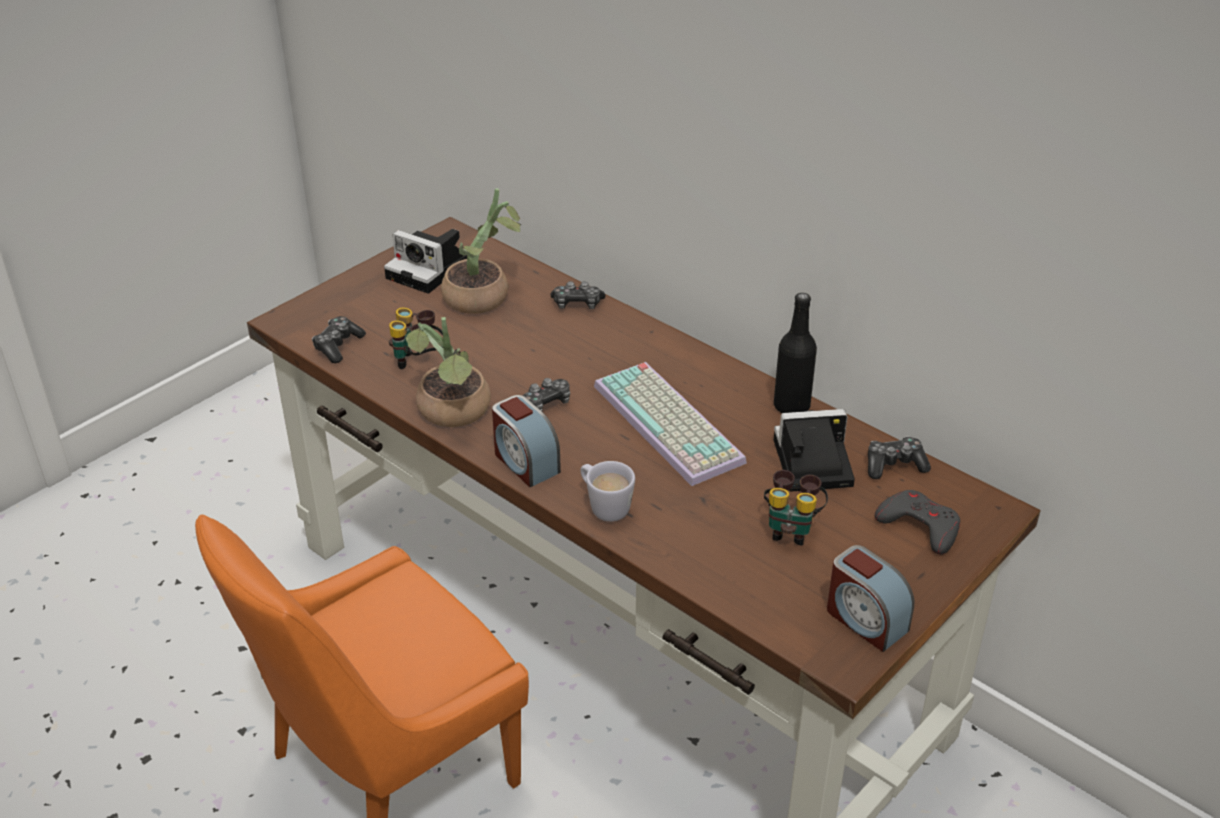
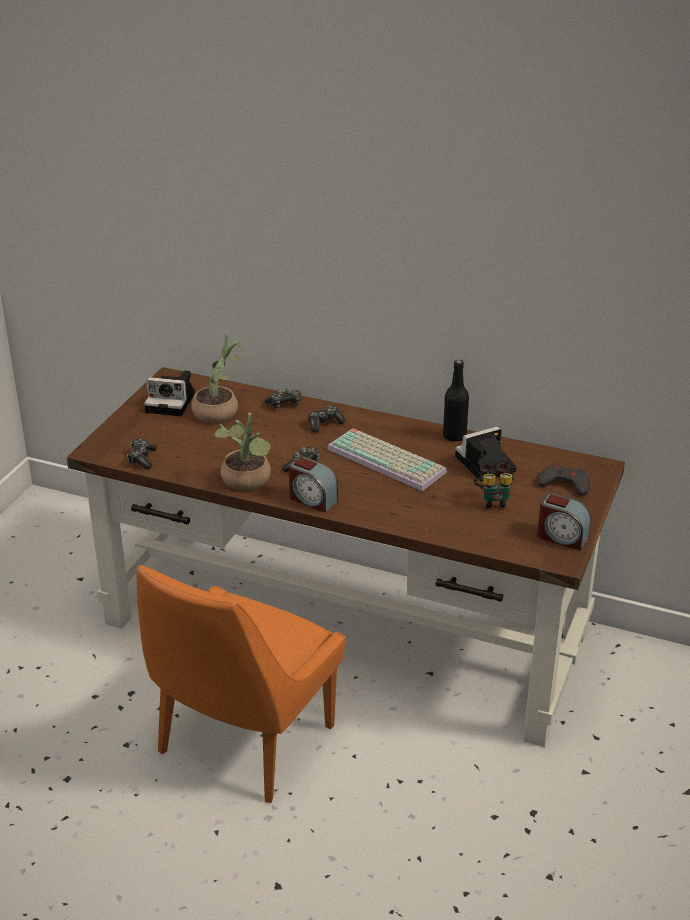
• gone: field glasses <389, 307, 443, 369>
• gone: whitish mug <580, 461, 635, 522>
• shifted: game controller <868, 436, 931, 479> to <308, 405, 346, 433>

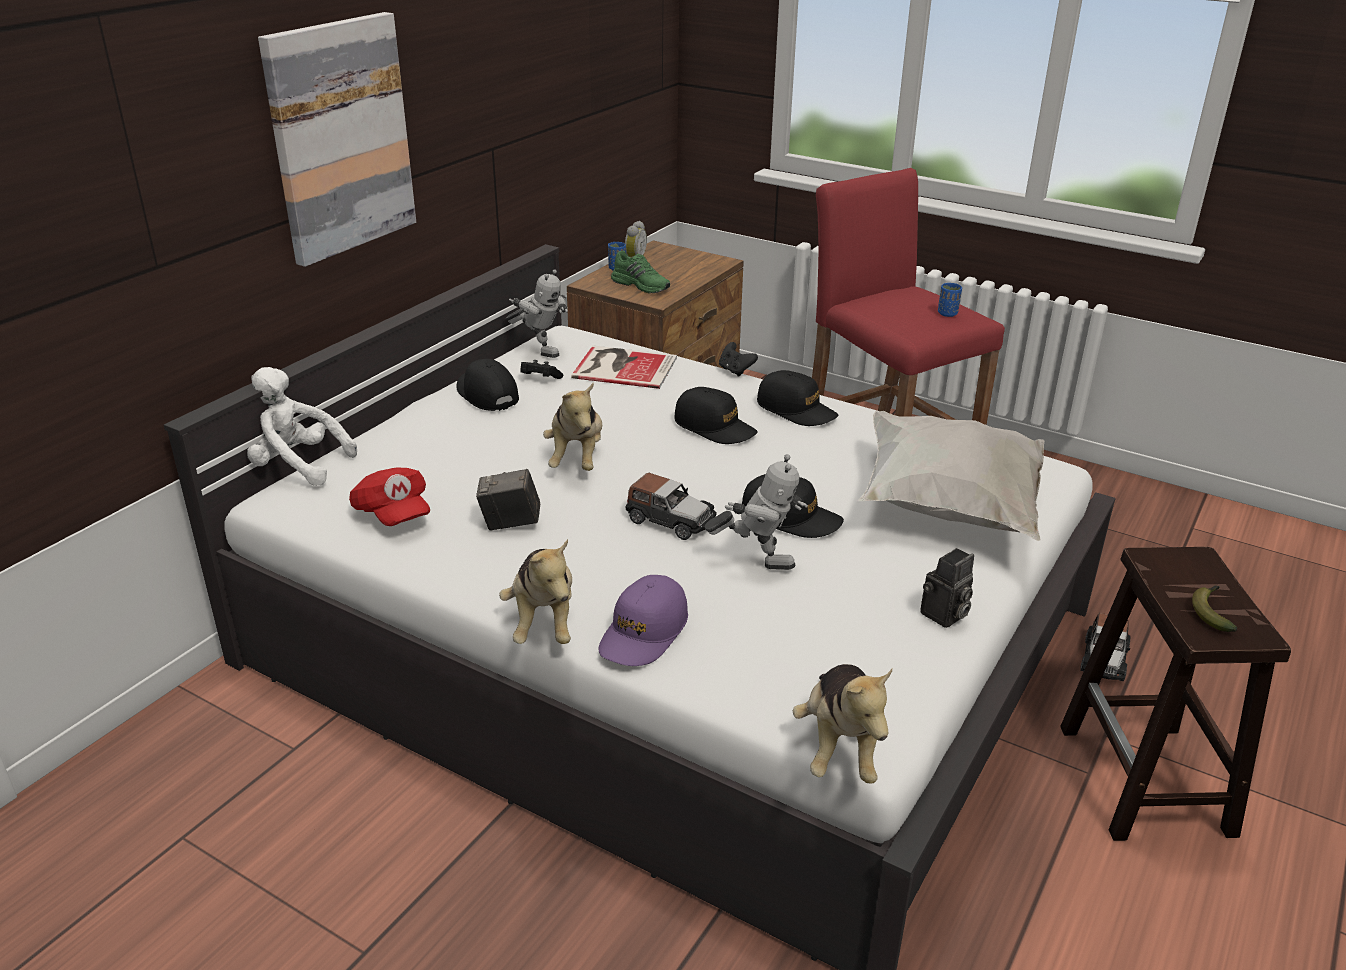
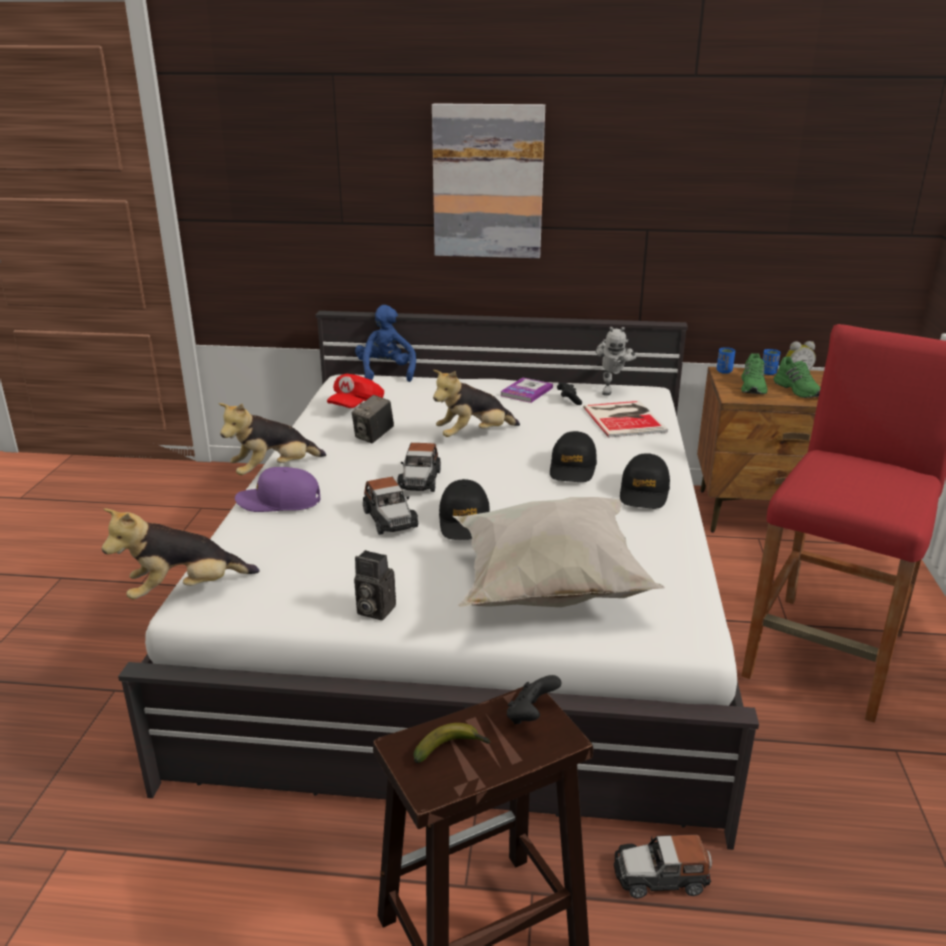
• repainted: whitish cuddly toy <247, 367, 357, 486> to blue-coloured cuddly toy <355, 305, 416, 382>
• swapped: black-coloured baseball cap <456, 359, 519, 411> to book <500, 377, 553, 403>
• rotated: photo camera <476, 469, 540, 531> = <352, 395, 394, 443> 120 degrees counterclockwise
• swapped: model robot <705, 454, 808, 570> to toy car <363, 477, 419, 535>
• shifted: black-coloured game controller <719, 342, 758, 377> to <507, 675, 562, 724>
• shifted: blue-coloured drinking cup <938, 283, 962, 317> to <717, 347, 735, 374>
• new: greenish shoe <774, 356, 821, 398>

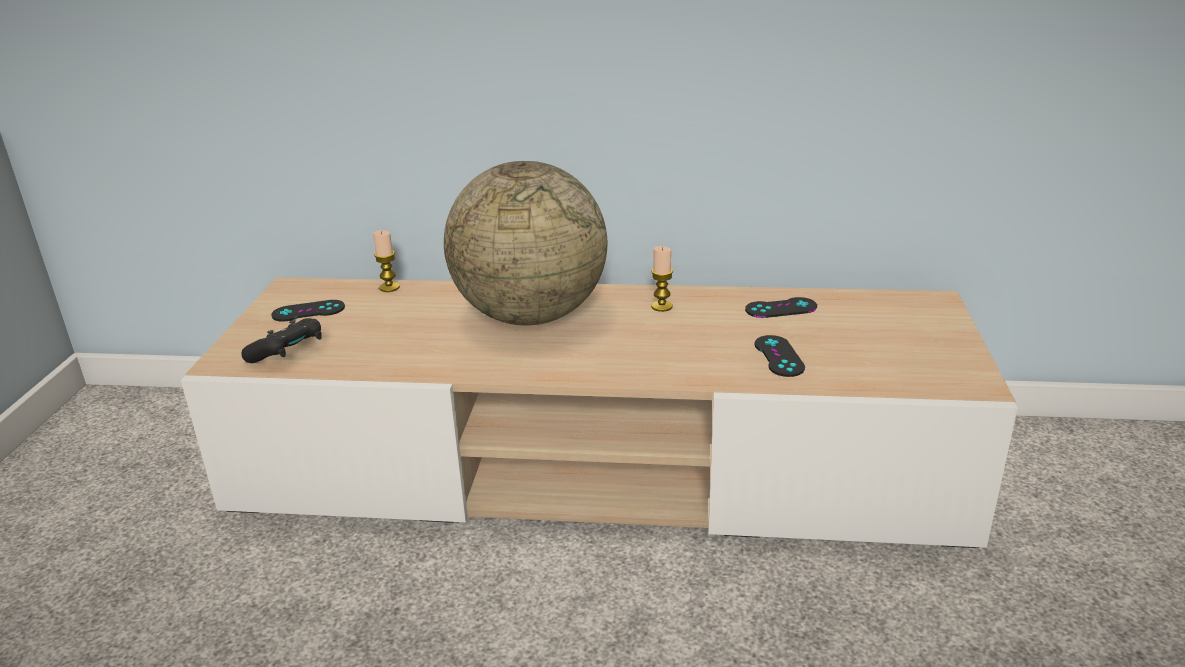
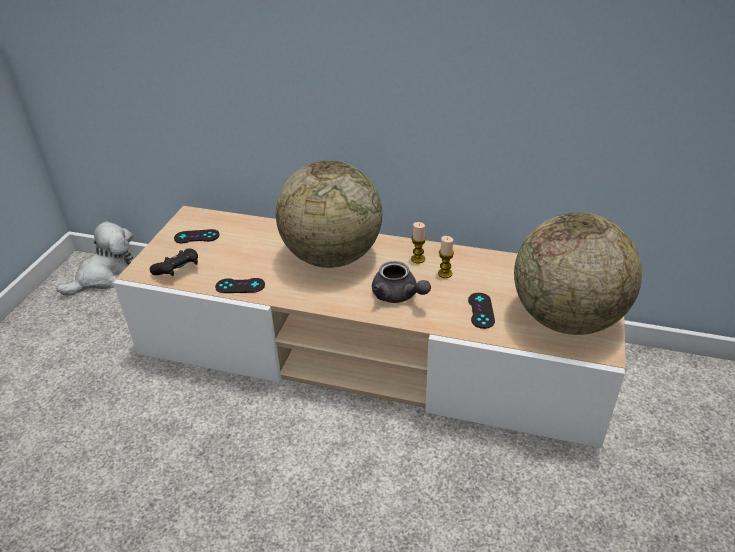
• shifted: wax candle <373, 230, 400, 292> to <438, 236, 454, 278>
• shifted: black-coloured game controller <745, 297, 817, 318> to <215, 278, 265, 293>
• new: cuddly toy <57, 221, 134, 296>
• new: grey pot for tea <372, 261, 431, 303>
• new: desk globe <514, 212, 642, 335>

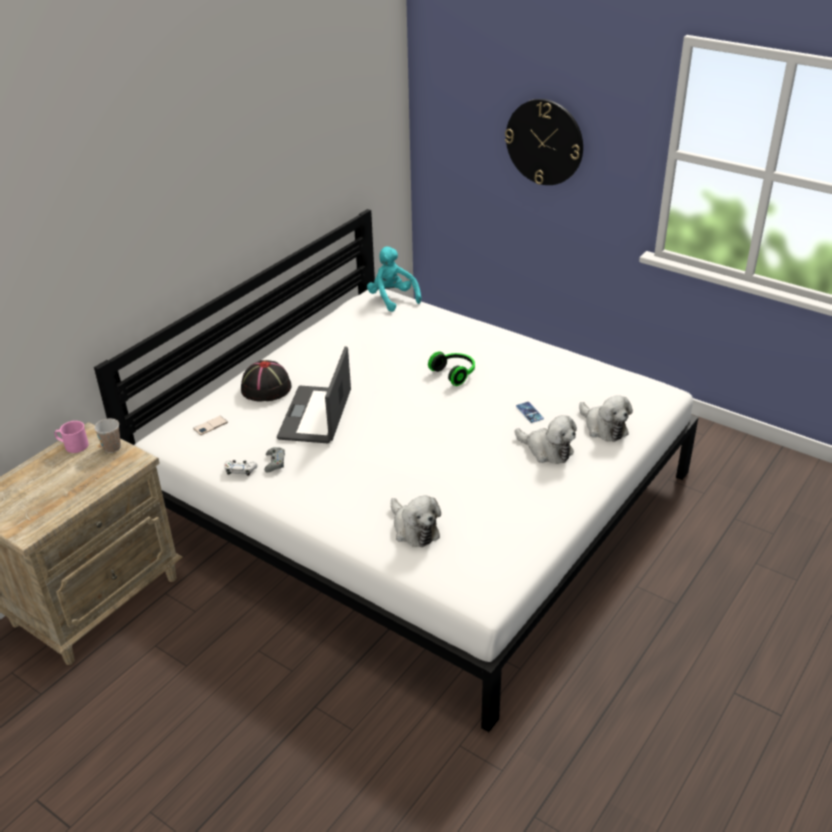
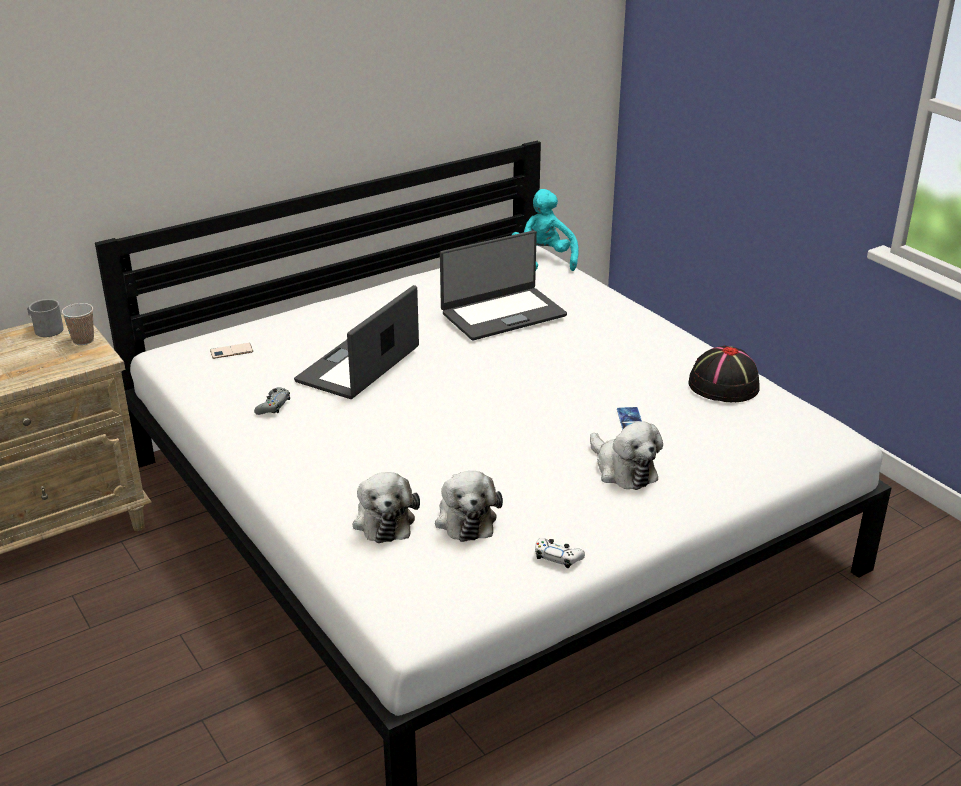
• repainted: pink mug <54, 421, 89, 453> to grey mug <27, 299, 64, 337>
• shifted: whitish game controller <225, 460, 257, 476> to <535, 538, 585, 568>
• shifted: black-coloured hat <241, 360, 292, 402> to <688, 345, 760, 402>
• gone: headphones <428, 351, 475, 386>
• gone: clock on the wall <505, 99, 583, 185>
• shifted: cuddly toy <579, 395, 633, 442> to <435, 471, 503, 542>
• new: notebook computer <440, 230, 567, 340>

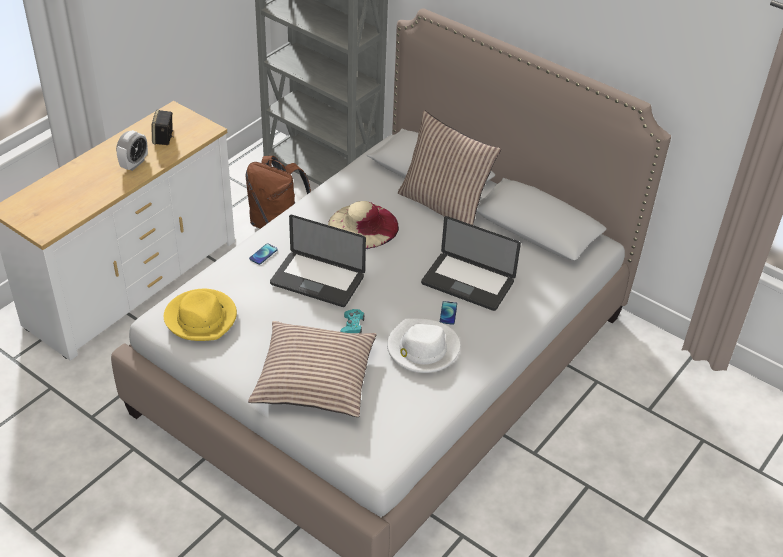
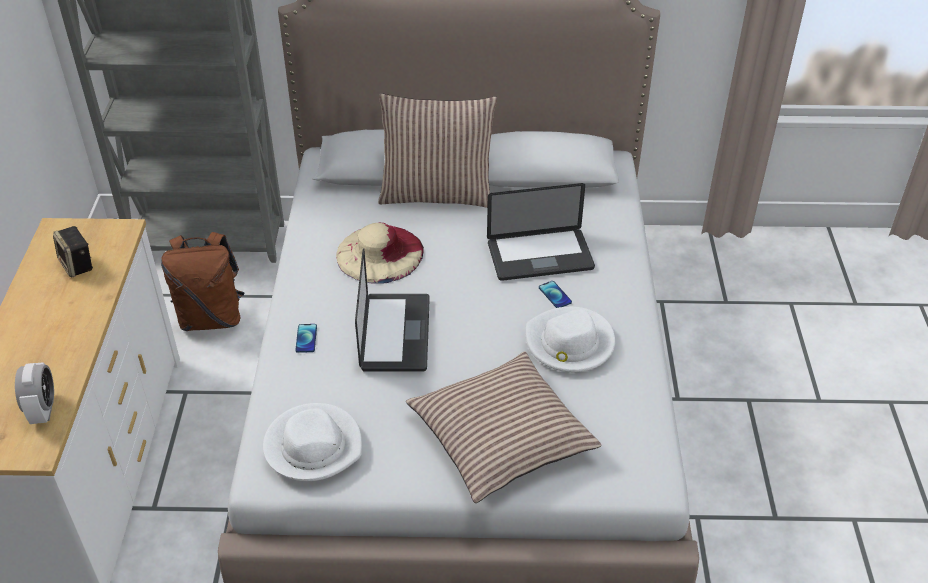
• shifted: bedside clock <116, 130, 148, 171> to <15, 362, 54, 424>
• repainted: yellowish hat <164, 289, 237, 341> to whitish hat <263, 403, 362, 481>
• rotated: notebook computer <270, 215, 366, 307> = <355, 248, 430, 372> 75 degrees counterclockwise
• gone: turquoise game controller <341, 309, 364, 333>

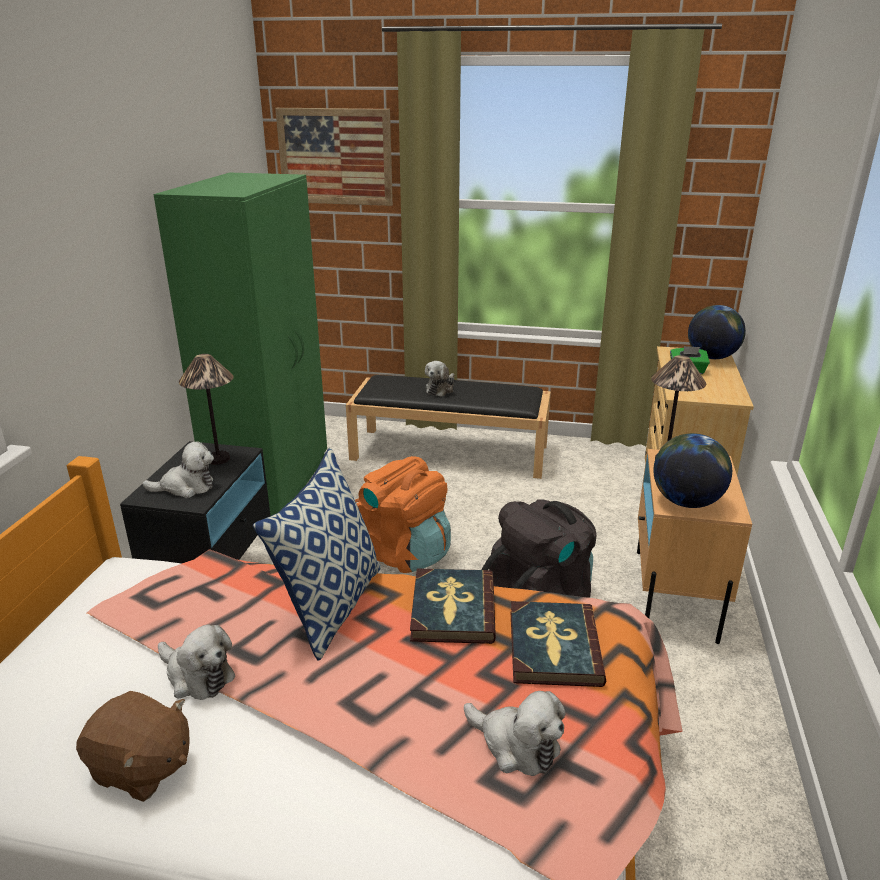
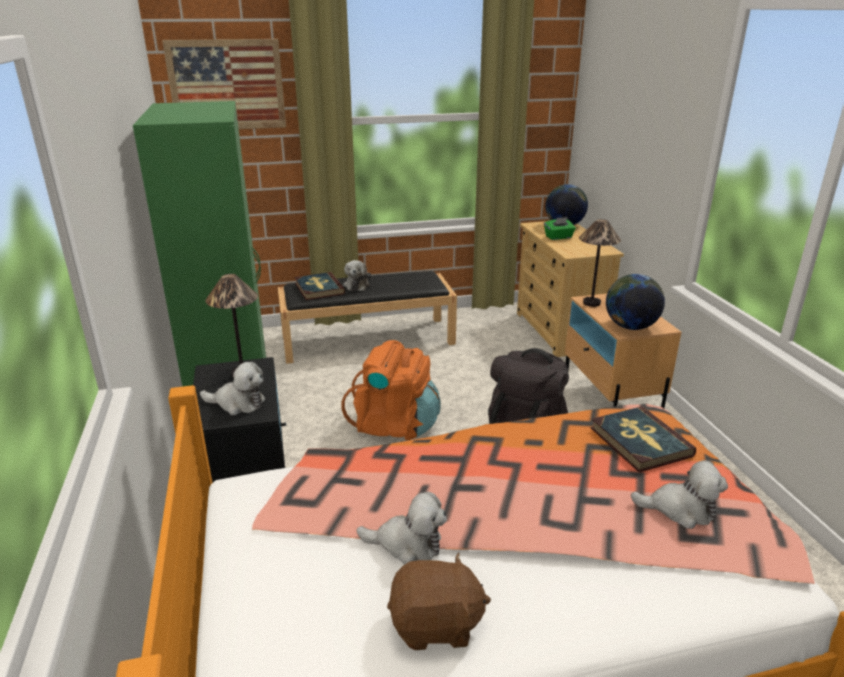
• rotated: cuddly toy <142, 441, 214, 498> = <200, 362, 265, 415> 45 degrees clockwise
• gone: cushion <253, 448, 381, 661>
• shifted: book <410, 568, 496, 644> to <295, 272, 345, 300>

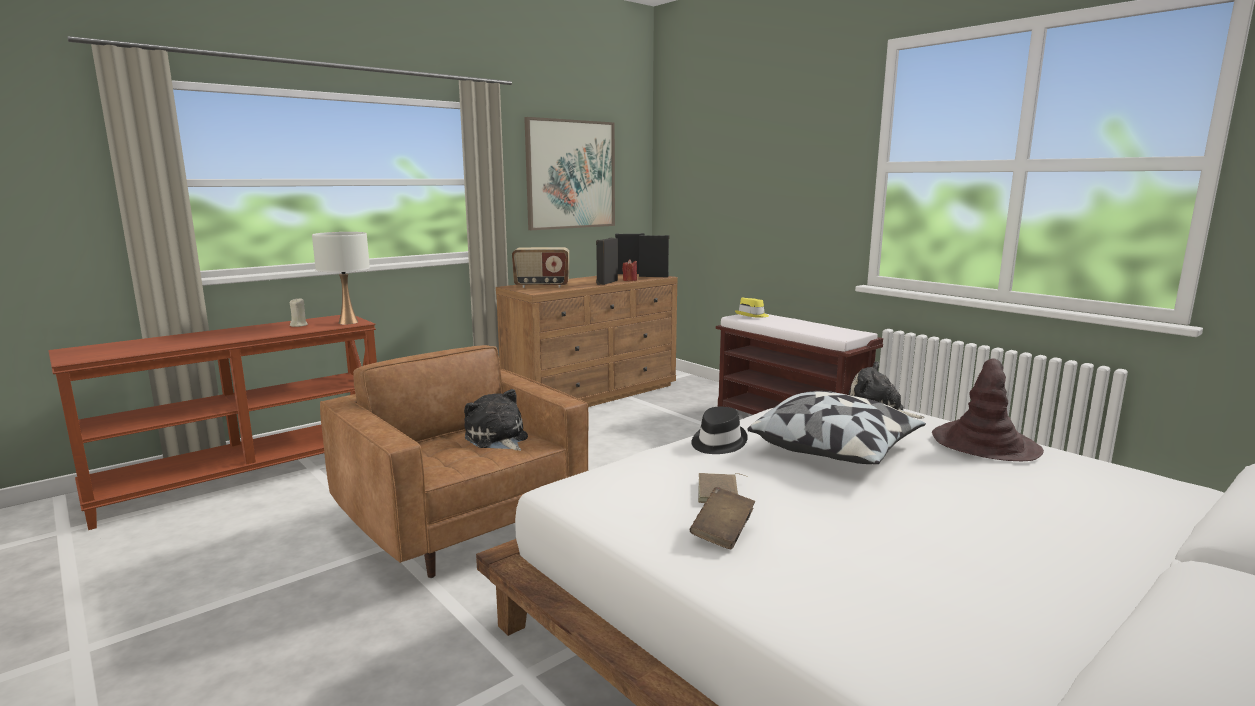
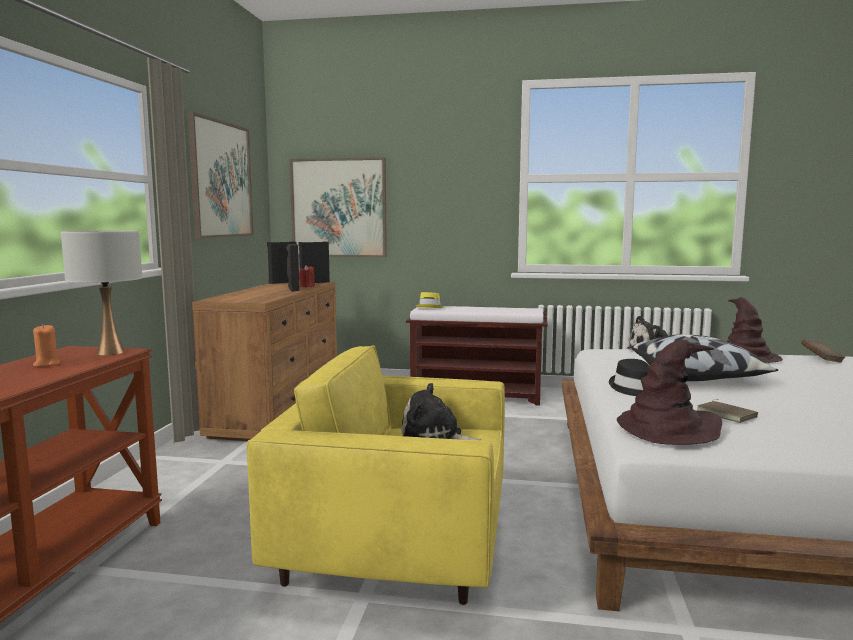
• repainted: beige-coloured wax candle <290, 299, 308, 327> to orangey wax candle <33, 324, 60, 367>
• repainted: brownish lounge chair <320, 345, 589, 578> to yellowish lounge chair <247, 345, 505, 605>
• gone: radio set <512, 247, 569, 288>
• shifted: brownish book <690, 487, 755, 549> to <801, 340, 845, 363>
• new: picture <289, 157, 387, 257>
• new: brownish hat <617, 340, 722, 445>

